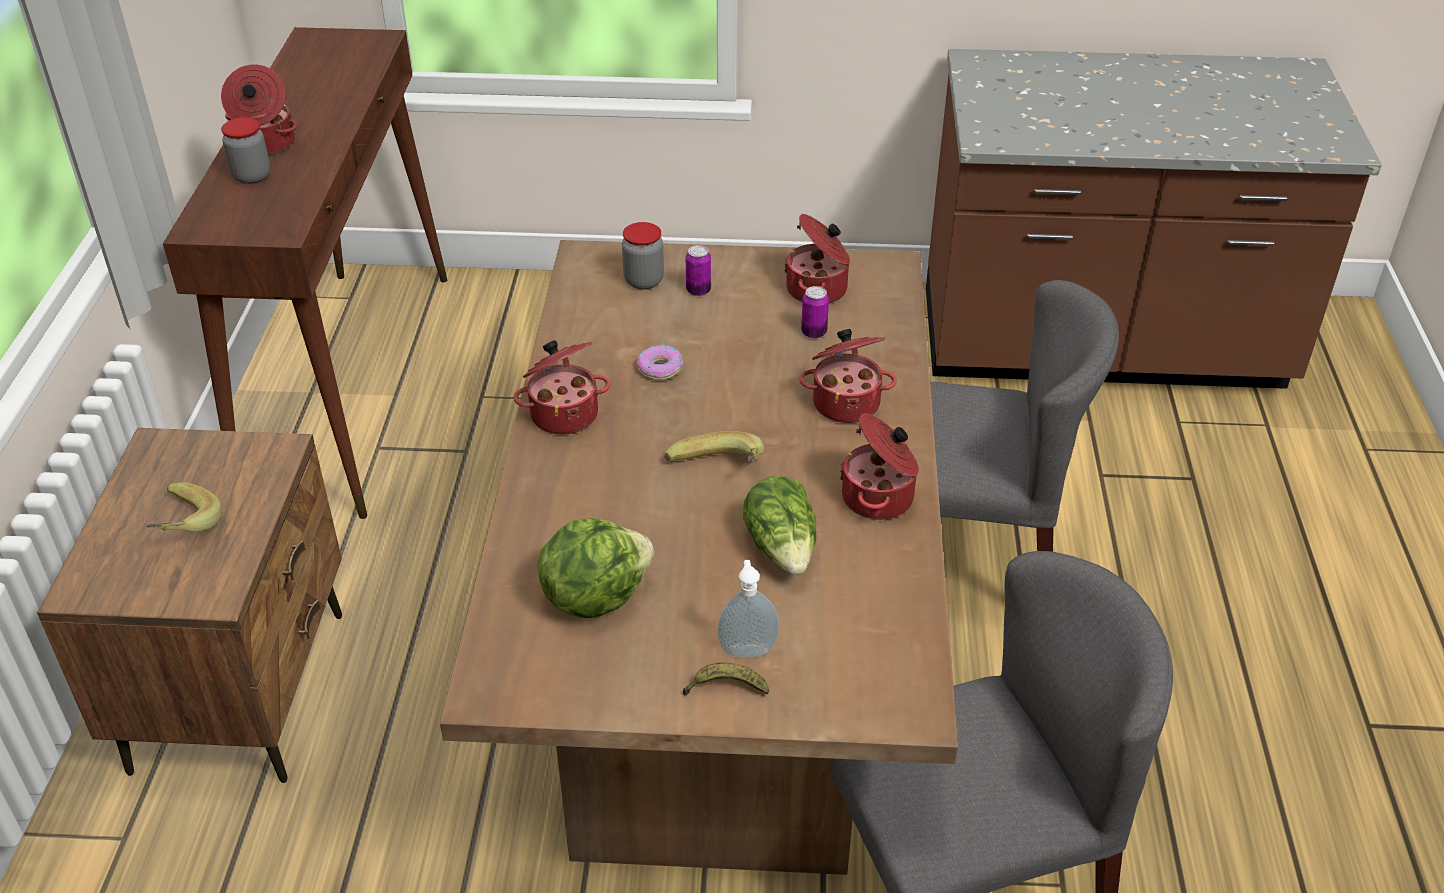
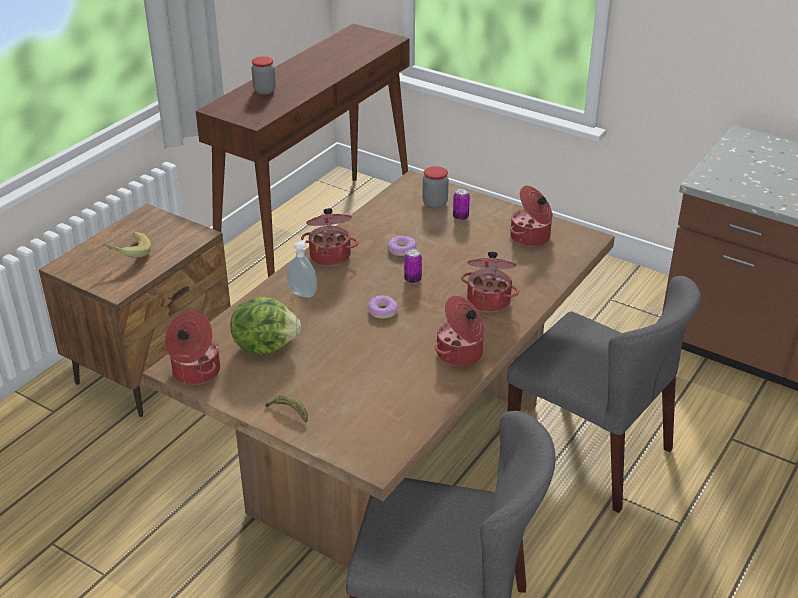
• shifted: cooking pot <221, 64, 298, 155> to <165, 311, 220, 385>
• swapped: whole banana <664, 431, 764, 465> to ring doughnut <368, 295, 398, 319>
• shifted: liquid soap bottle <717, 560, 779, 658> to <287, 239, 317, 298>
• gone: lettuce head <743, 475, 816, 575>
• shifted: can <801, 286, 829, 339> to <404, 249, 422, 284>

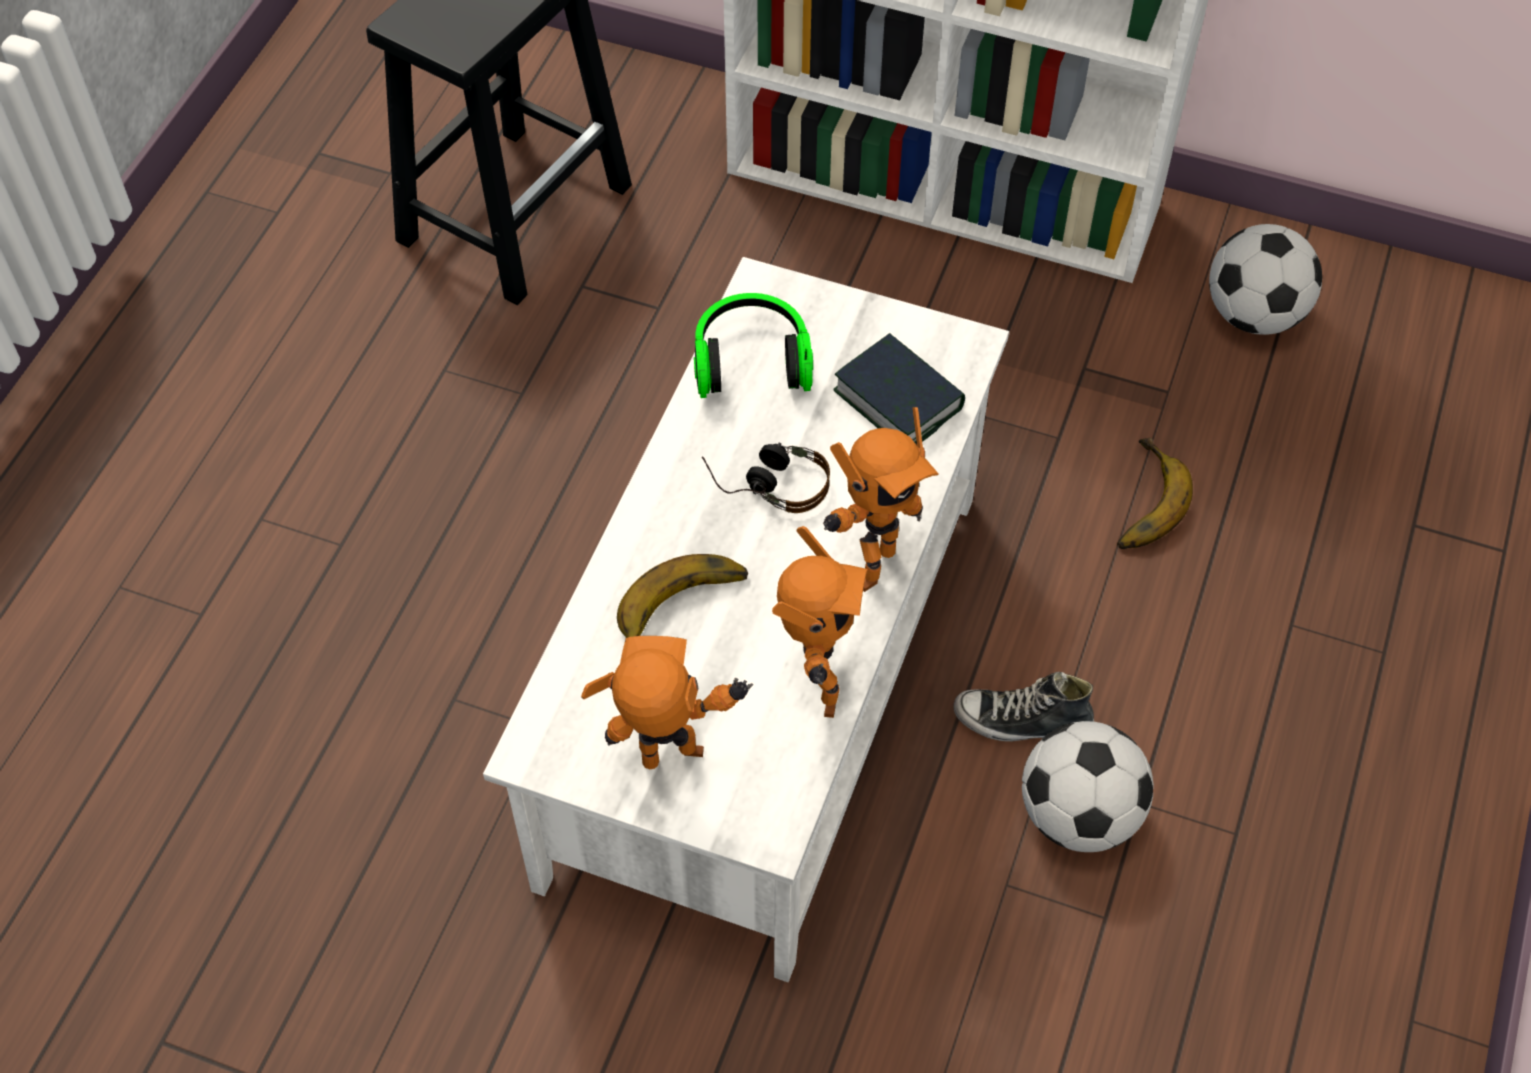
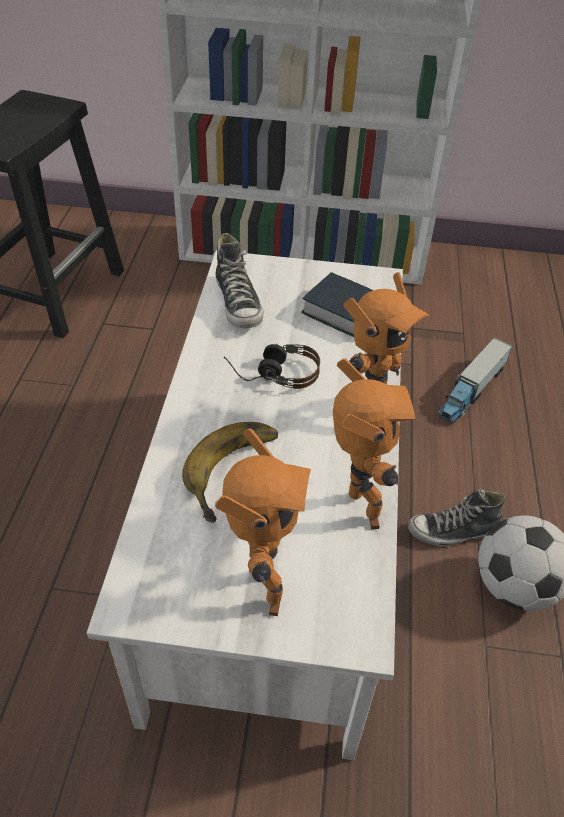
• rotated: model robot <581, 636, 753, 769> = <215, 428, 311, 616> 105 degrees clockwise
• swapped: headphones <694, 293, 813, 398> to shoe <215, 233, 264, 328>
• swapped: whole banana <1117, 438, 1193, 549> to toy lorry <437, 337, 512, 424>
• gone: ball for football <1209, 224, 1322, 335>

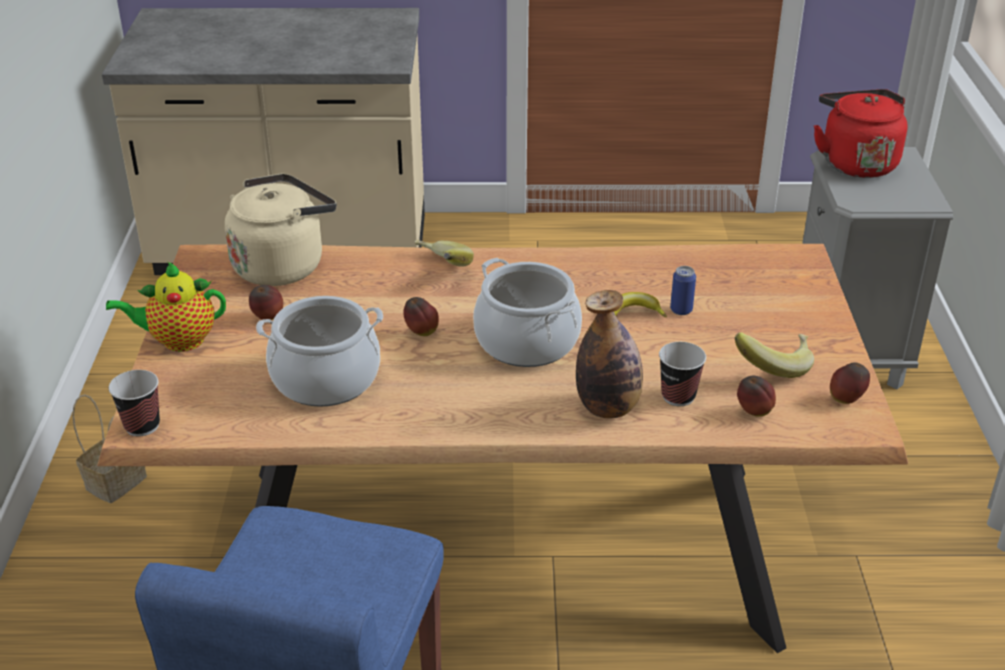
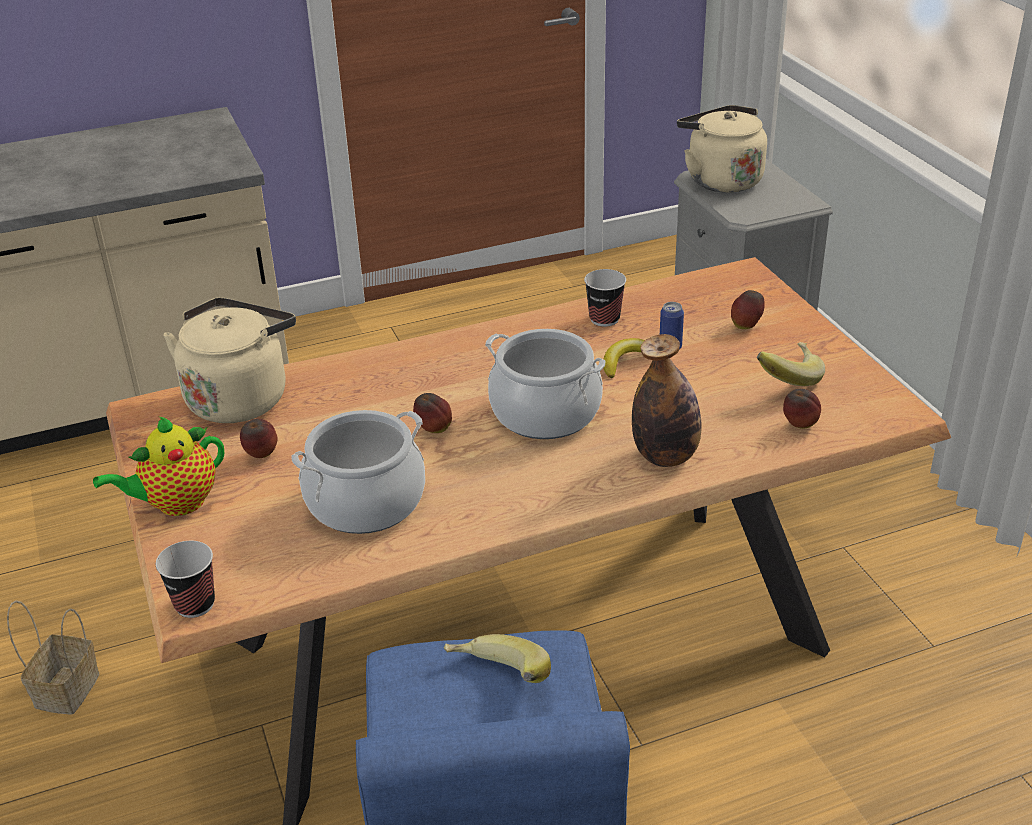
• shifted: whole banana <415, 240, 474, 267> to <444, 634, 551, 683>
• shifted: drinking cup <659, 342, 706, 406> to <584, 269, 626, 327>
• repainted: red kettle <814, 89, 908, 178> to beige-coloured kettle <677, 105, 767, 193>
• shifted: apple <830, 362, 870, 404> to <731, 290, 765, 329>

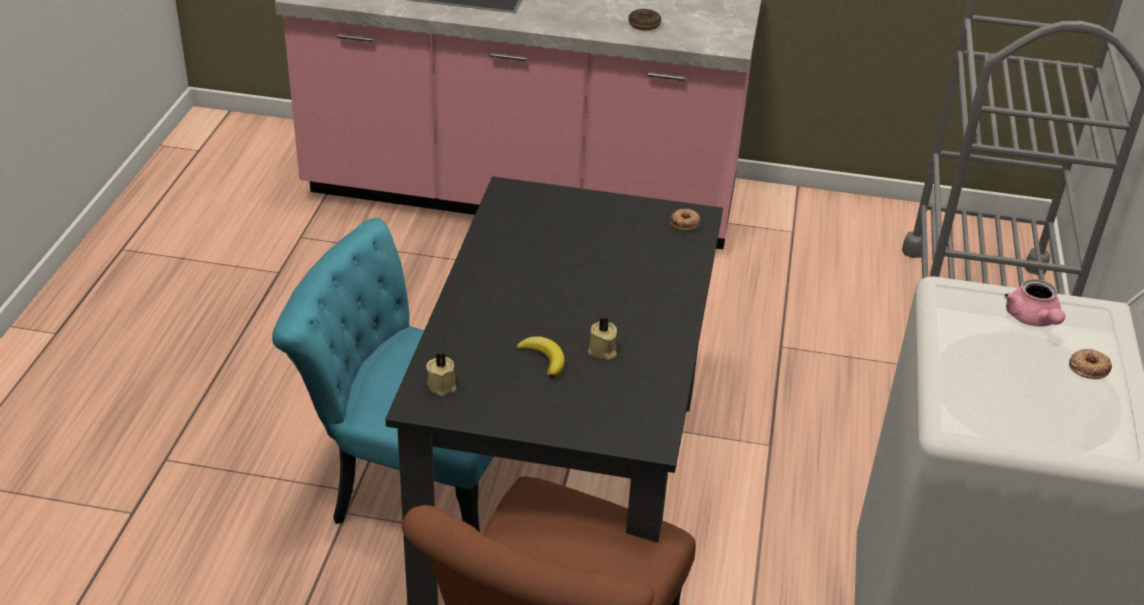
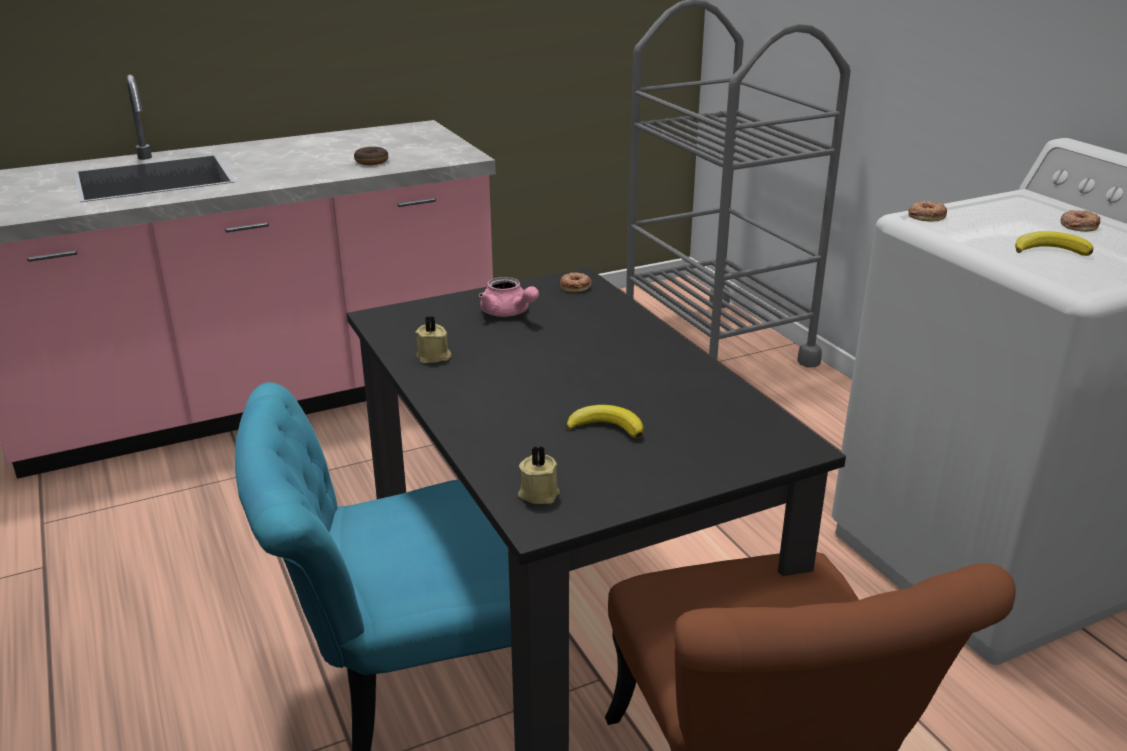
• shifted: beige-coloured wax candle <588, 318, 617, 360> to <416, 316, 451, 363>
• shifted: pink pot for tea <1004, 279, 1065, 327> to <479, 277, 539, 317>
• new: ring doughnut <908, 200, 947, 221>
• new: whole banana <1015, 231, 1094, 256>

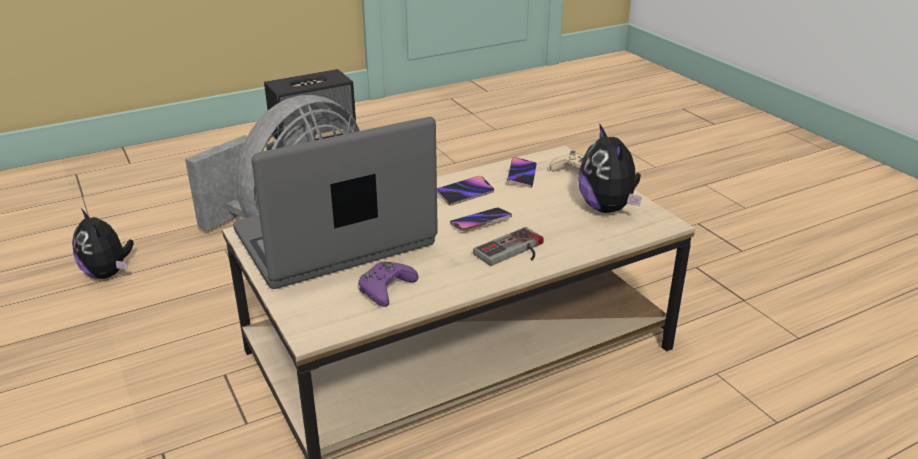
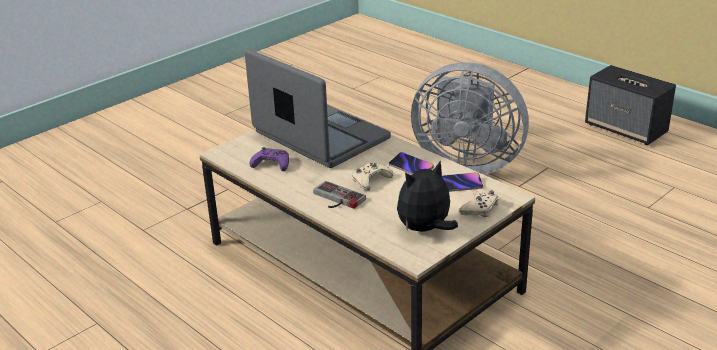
• gone: cuddly toy <72, 208, 134, 279>
• swapped: handset <450, 207, 512, 231> to beige-coloured game controller <352, 163, 393, 191>

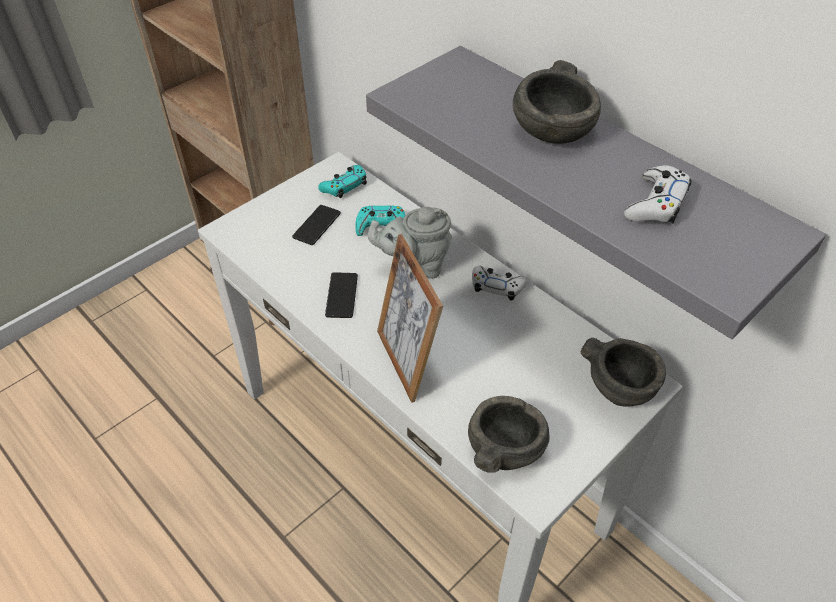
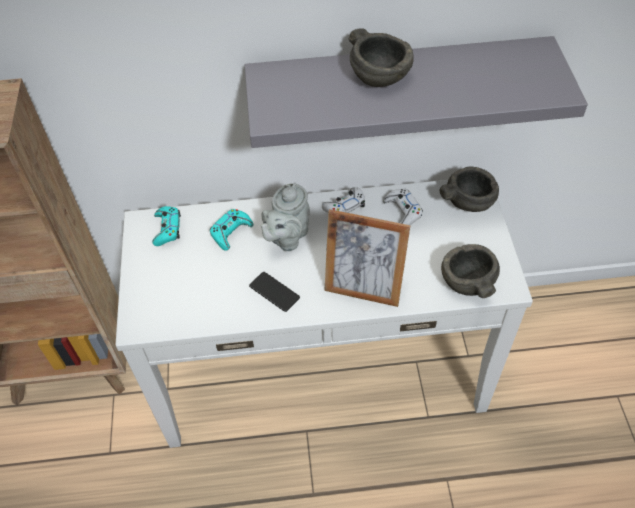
• gone: handset <292, 205, 341, 245>
• shifted: whitish game controller <624, 165, 692, 223> to <383, 189, 423, 225>

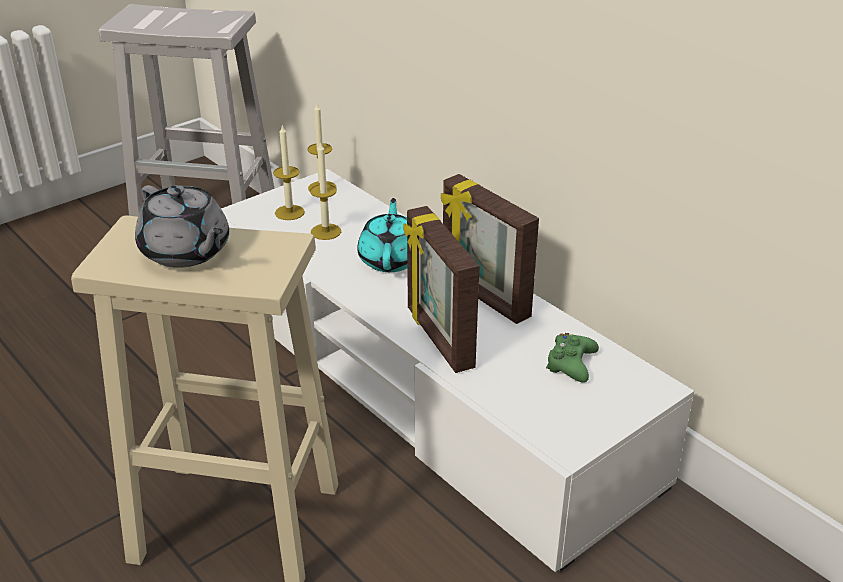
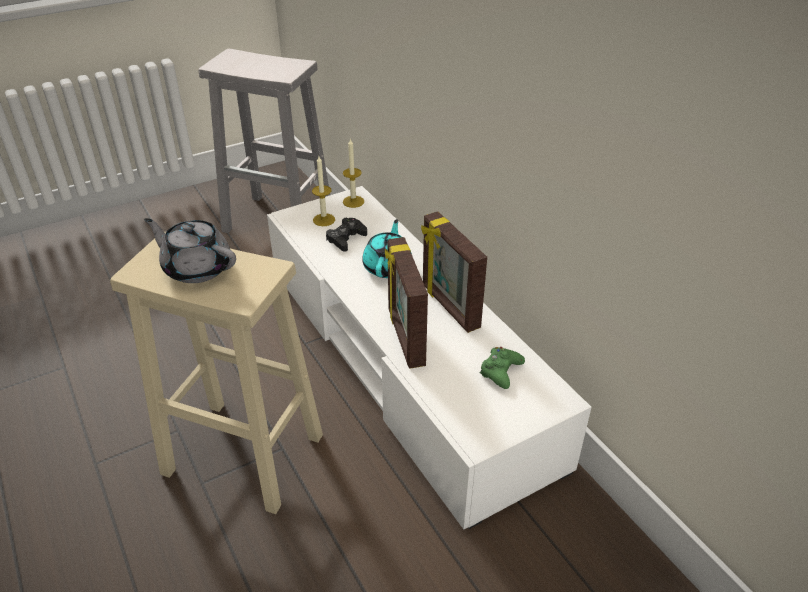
• rotated: grey pot for tea <135, 185, 229, 268> = <144, 218, 236, 283> 150 degrees clockwise
• swapped: wax candle <310, 141, 341, 240> to black-coloured game controller <326, 218, 367, 252>

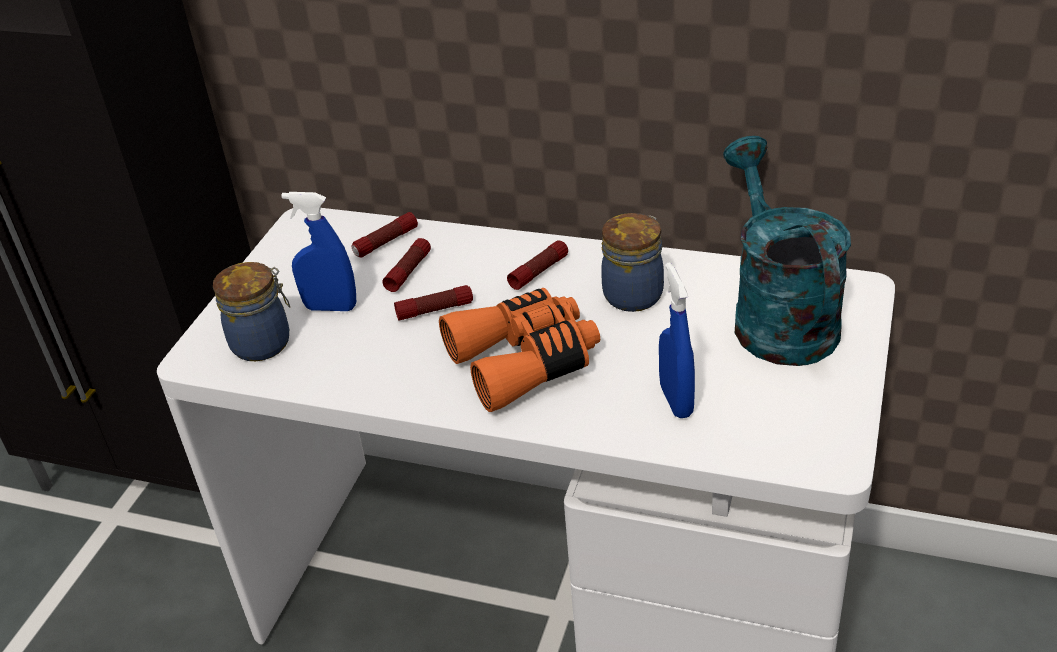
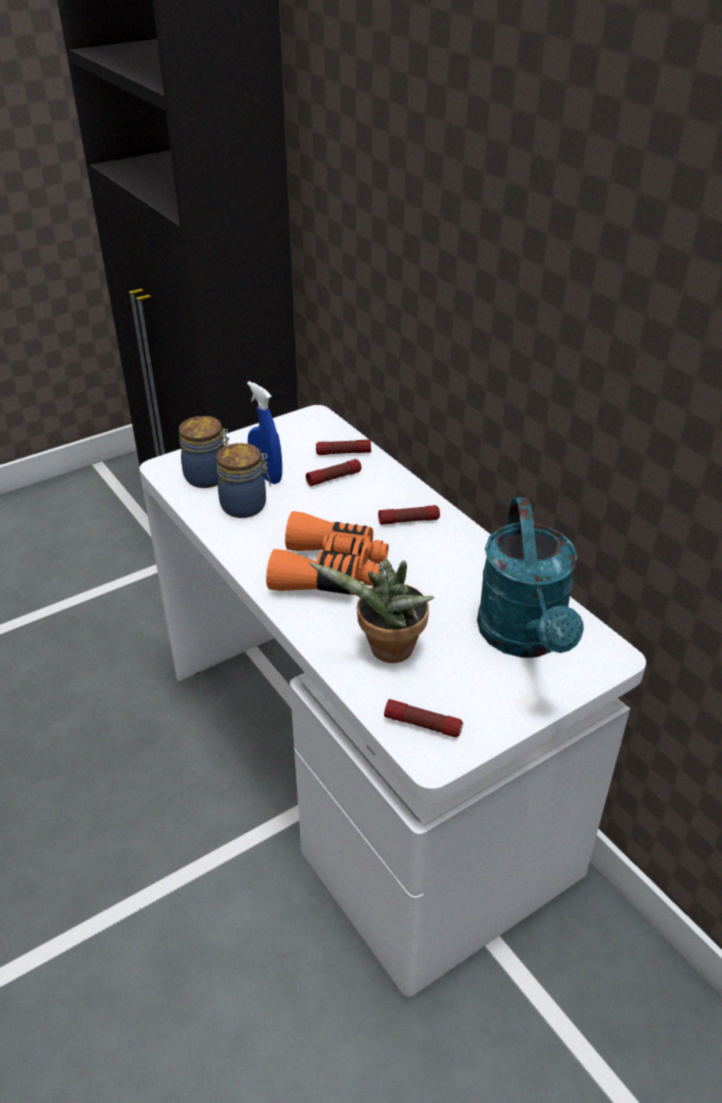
• shifted: flashlight <394, 285, 473, 321> to <384, 699, 463, 738>
• shifted: jar <601, 213, 664, 312> to <216, 443, 271, 518>
• swapped: blue-coloured spray bottle <659, 262, 695, 418> to potted plant <309, 559, 434, 663>
• rotated: turquoise watering pot <723, 136, 851, 366> = <477, 497, 584, 658> 150 degrees clockwise

